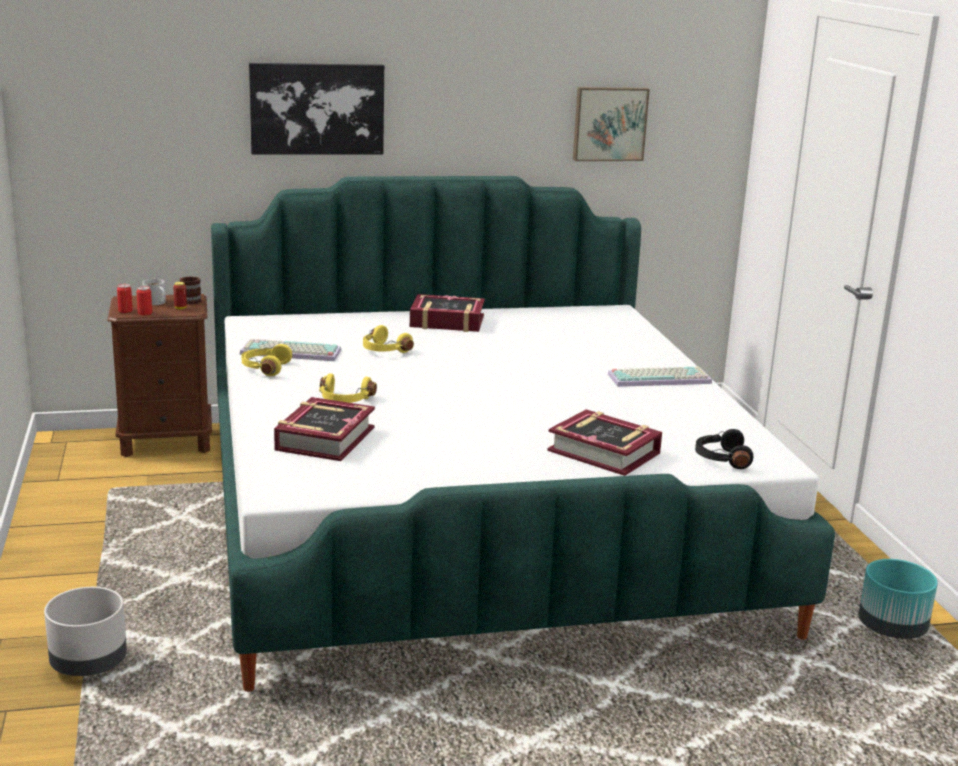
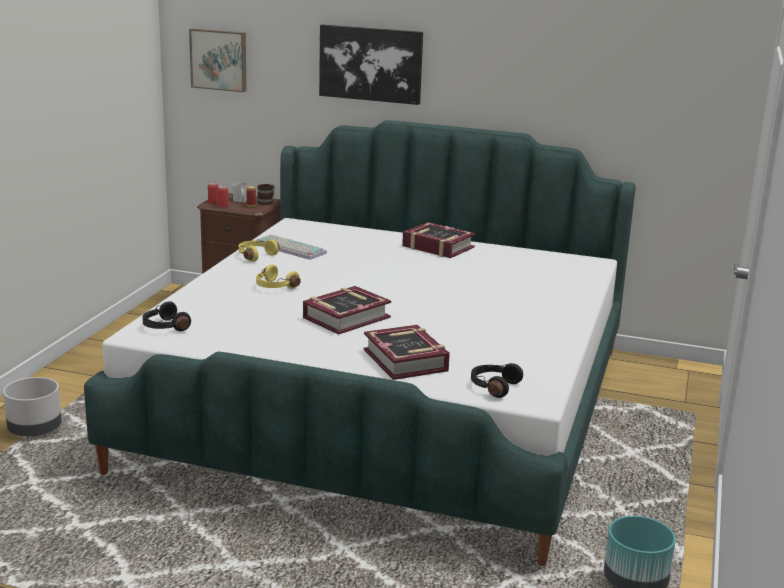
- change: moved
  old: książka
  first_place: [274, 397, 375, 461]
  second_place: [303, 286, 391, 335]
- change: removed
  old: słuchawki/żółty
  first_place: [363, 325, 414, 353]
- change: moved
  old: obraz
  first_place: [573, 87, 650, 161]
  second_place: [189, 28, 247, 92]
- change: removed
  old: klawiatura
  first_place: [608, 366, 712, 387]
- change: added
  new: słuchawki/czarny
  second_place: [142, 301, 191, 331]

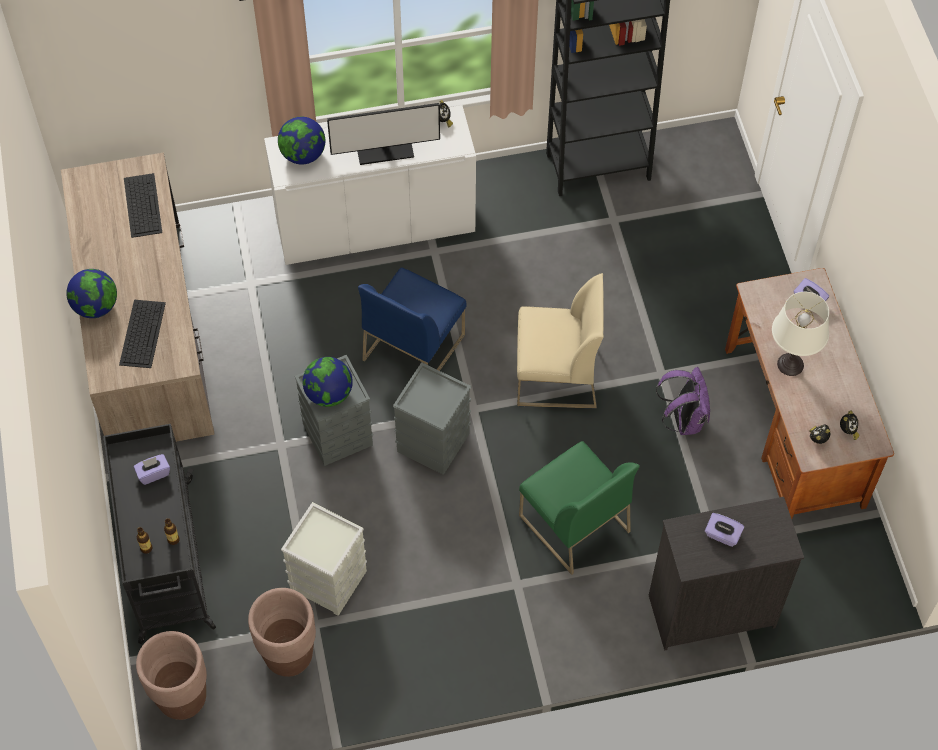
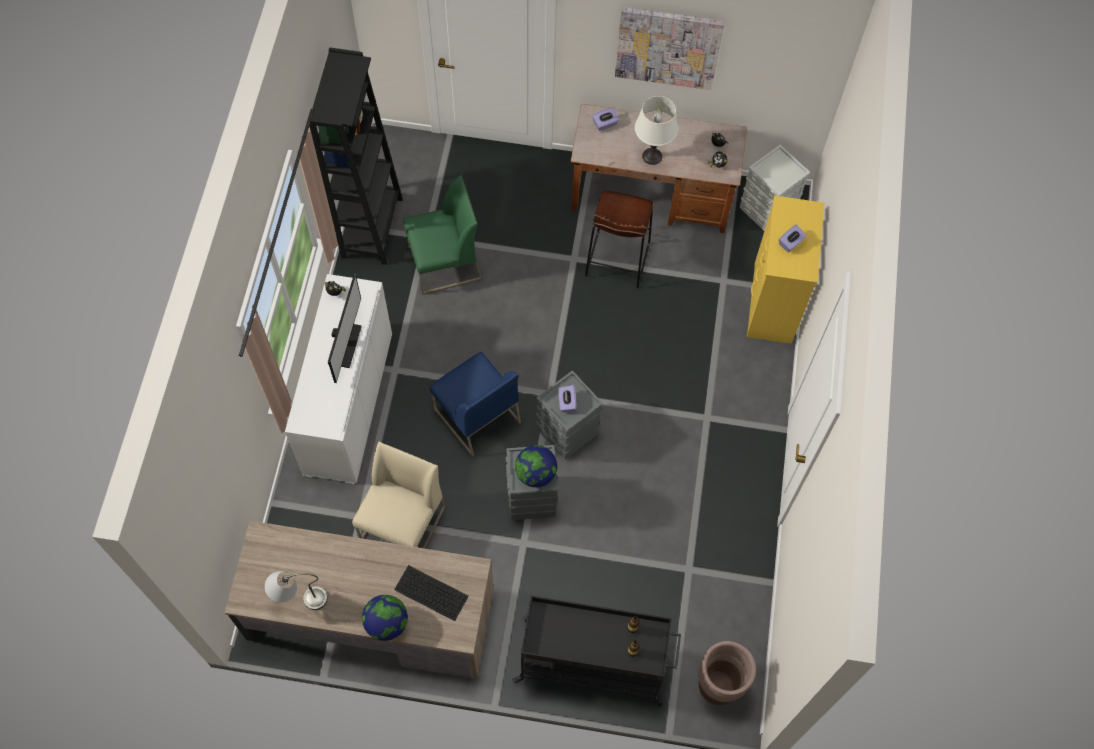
- change: removed
  old: klawiatura
  first_place: [124, 173, 162, 238]
- change: moved
  old: pudełko chusteczek/fioletowy
  first_place: [134, 454, 170, 485]
  second_place: [558, 385, 576, 412]
- change: removed
  old: donica/brązowy
  first_place: [248, 588, 316, 677]
- change: removed
  old: globus
  first_place: [278, 117, 325, 165]
- change: moved
  old: pojemnik do przechowywania/szary
  first_place: [281, 502, 367, 616]
  second_place: [740, 145, 810, 231]
- change: moved
  old: krzesło/beżowy
  first_place: [517, 273, 604, 408]
  second_place: [352, 441, 446, 549]
- change: moved
  old: krzesło/zielony
  first_place: [519, 441, 640, 575]
  second_place: [403, 175, 482, 295]
- change: recoloured
  old: komoda/czarny
  new: komoda/żółty
  first_place: [649, 497, 804, 651]
  second_place: [746, 195, 824, 344]
- change: replaced
  old: plecak/fioletowy
  new: stołek/brązowy
  first_place: [656, 367, 710, 435]
  second_place: [585, 190, 653, 288]
- change: added
  new: lampa stołowa/szary
  second_place: [265, 571, 328, 610]
- change: added
  new: obraz
  second_place: [615, 7, 725, 90]

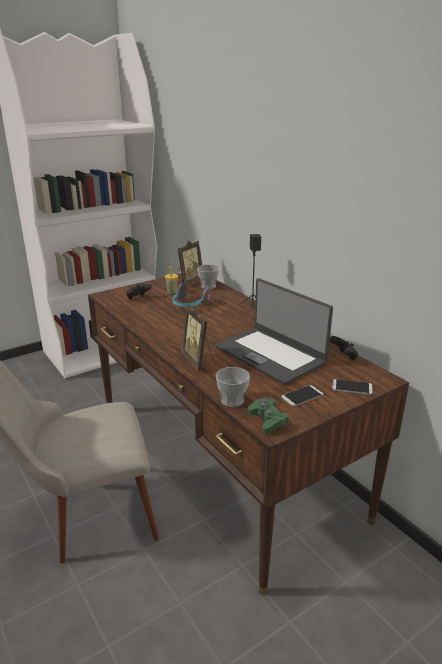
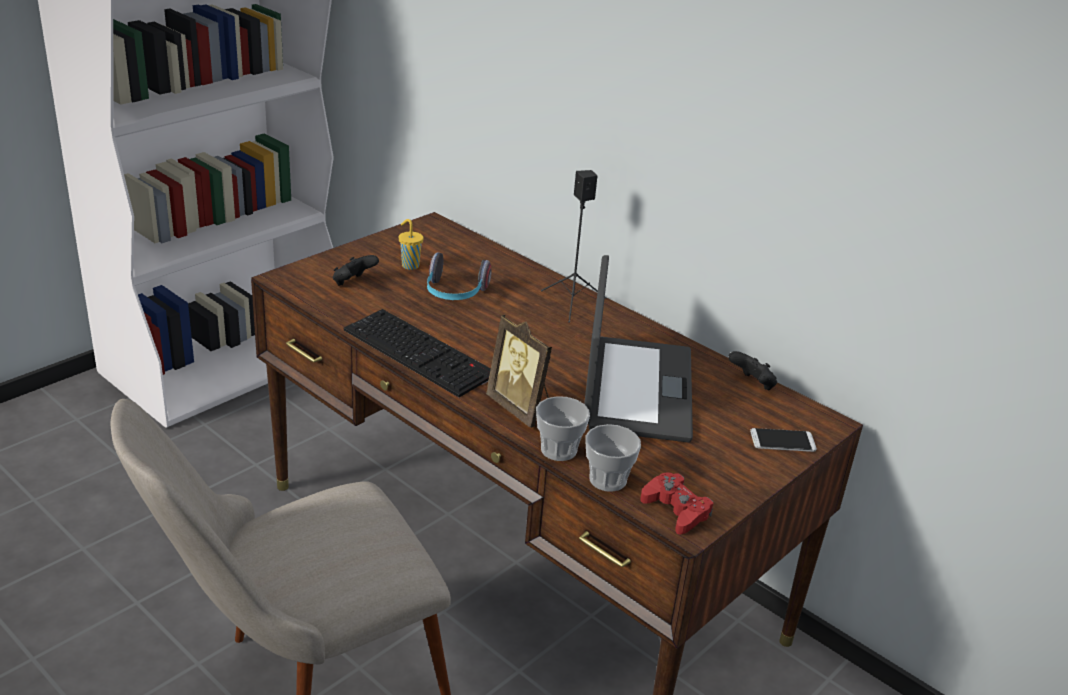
- change: removed
  old: ramka na zdjęcie
  first_place: [177, 240, 202, 285]
- change: moved
  old: filiżanka
  first_place: [197, 265, 220, 289]
  second_place: [536, 396, 590, 461]
- change: turned
  old: laptop
  first_place: [215, 278, 333, 385]
  second_place: [584, 255, 693, 443]
  degrees: -120
- change: recoloured
  old: pad do gier/zielony
  new: pad do gier/czerwony
  first_place: [248, 398, 289, 434]
  second_place: [641, 472, 713, 534]
- change: removed
  old: telefon
  first_place: [281, 385, 323, 406]
- change: added
  new: klawiatura
  second_place: [344, 309, 491, 397]

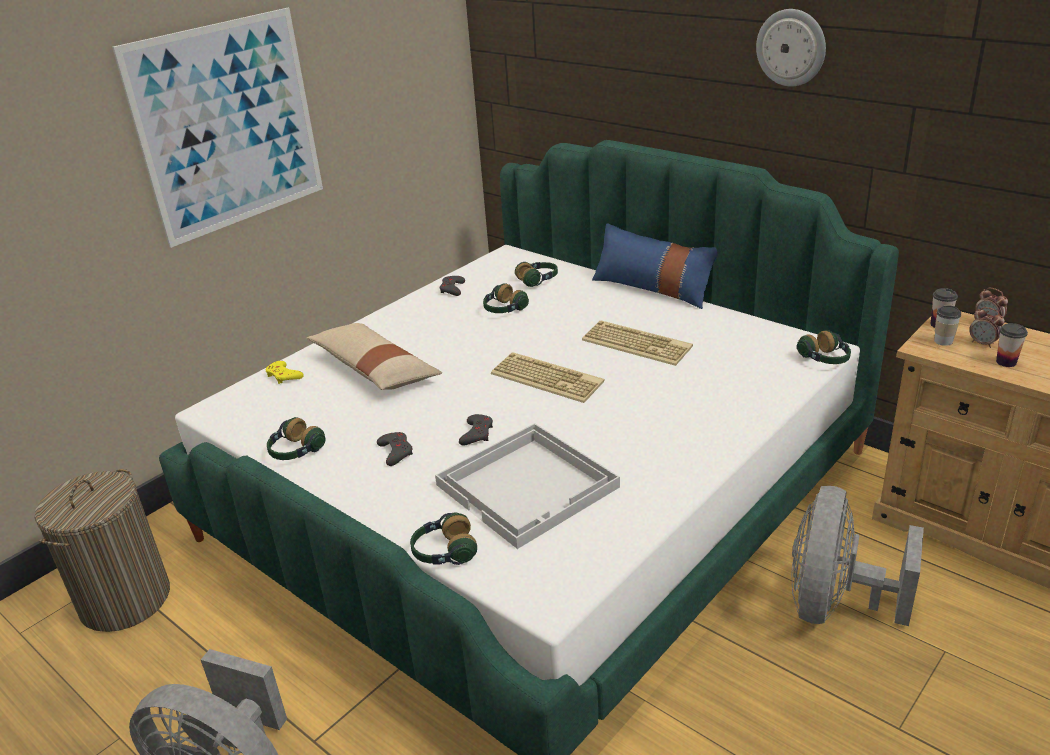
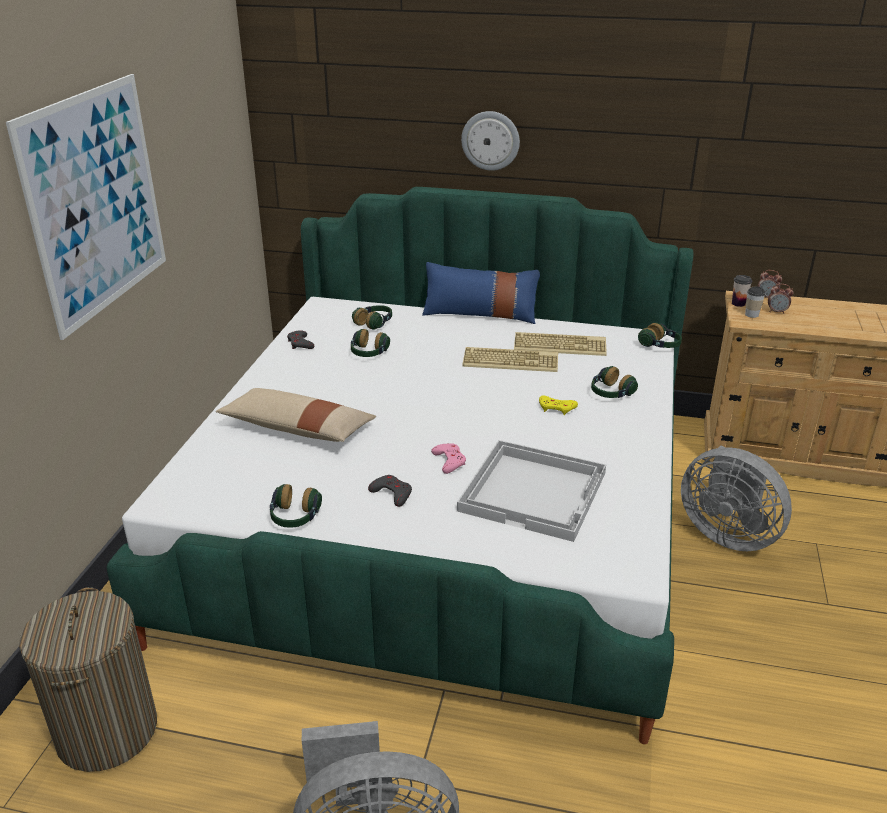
- change: moved
  old: pad do gier/żółty
  first_place: [266, 361, 304, 384]
  second_place: [539, 396, 578, 415]
- change: moved
  old: słuchawki
  first_place: [410, 513, 477, 565]
  second_place: [591, 366, 638, 398]
- change: recoloured
  old: pad do gier/szary
  new: pad do gier/różowy
  first_place: [459, 414, 493, 446]
  second_place: [431, 443, 466, 474]
- change: moved
  old: klawiatura
  first_place: [491, 352, 605, 403]
  second_place: [514, 332, 607, 356]
- change: moved
  old: zegar ścienny
  first_place: [756, 9, 826, 87]
  second_place: [461, 111, 520, 171]
- change: turned
  old: wentylator/szary
  first_place: [792, 486, 924, 626]
  second_place: [681, 445, 792, 551]
  degrees: -45
- change: removed
  old: filiżanka
  first_place: [996, 323, 1028, 367]

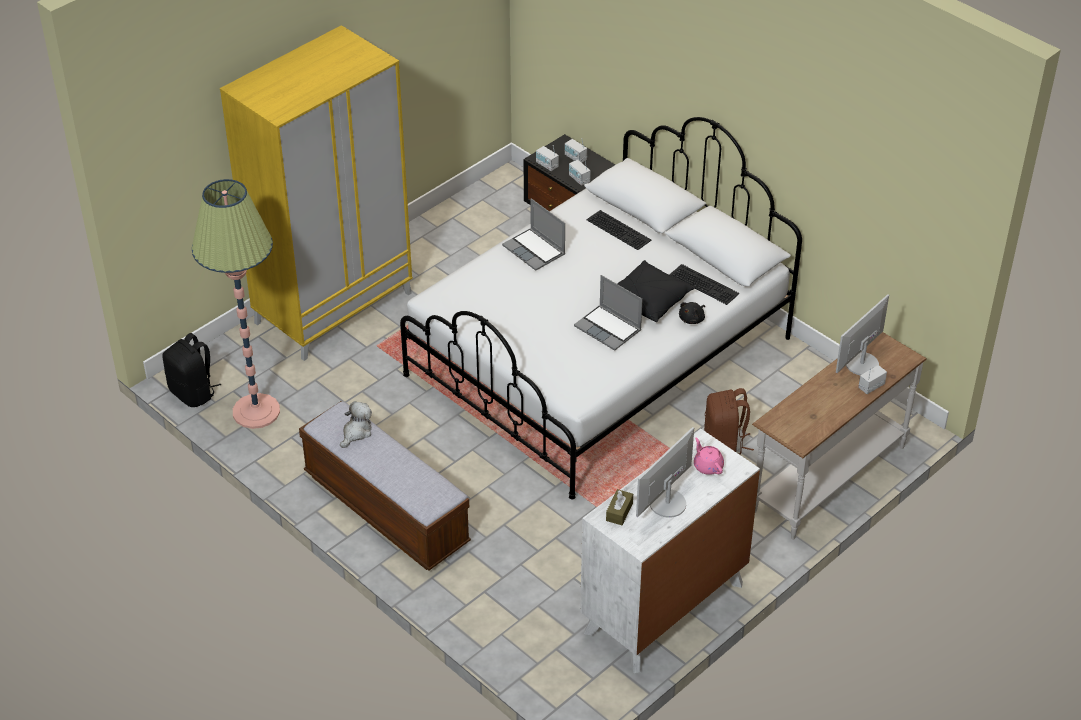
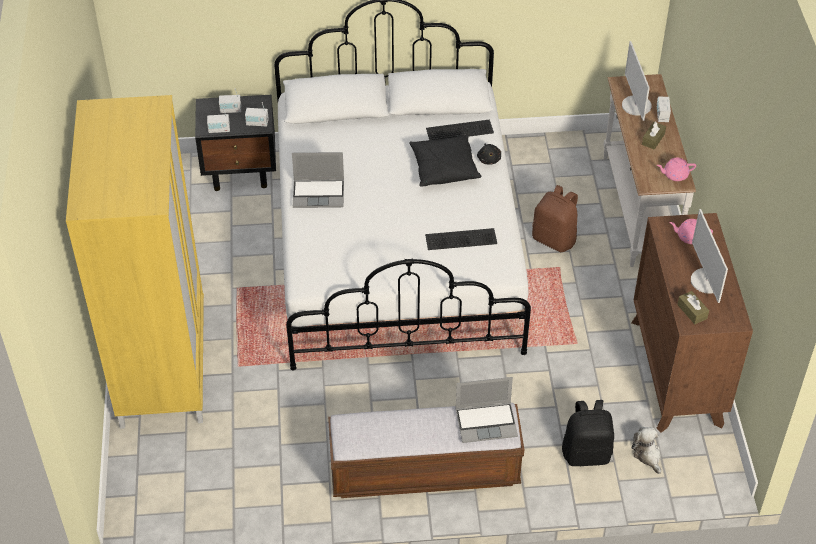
- change: moved
  old: plecak/czarny
  first_place: [162, 333, 221, 407]
  second_place: [562, 400, 614, 466]
- change: removed
  old: lampa stojąca
  first_place: [192, 179, 280, 429]
- change: moved
  old: pluszak
  first_place: [340, 401, 372, 448]
  second_place: [632, 427, 661, 474]
- change: moved
  old: laptop
  first_place: [574, 275, 643, 351]
  second_place: [456, 377, 518, 443]
- change: recoloured
  old: komoda/biały
  new: komoda/brązowy
  first_place: [580, 429, 760, 673]
  second_place: [632, 213, 753, 432]
- change: moved
  old: klawiatura
  first_place: [586, 210, 652, 250]
  second_place: [425, 228, 497, 250]
- change: added
  new: pudełko chusteczek/brązowy
  second_place: [642, 121, 666, 150]
- change: added
  new: imbryk/różowy
  second_place: [657, 158, 696, 181]

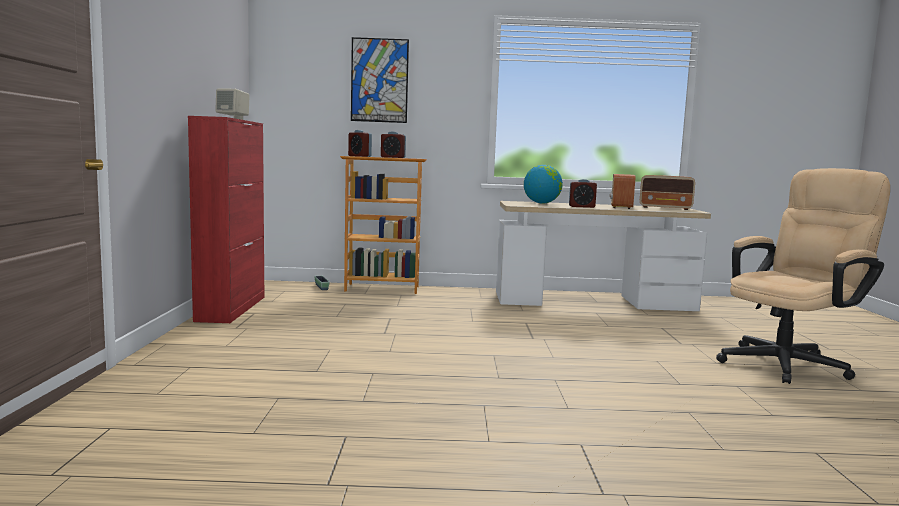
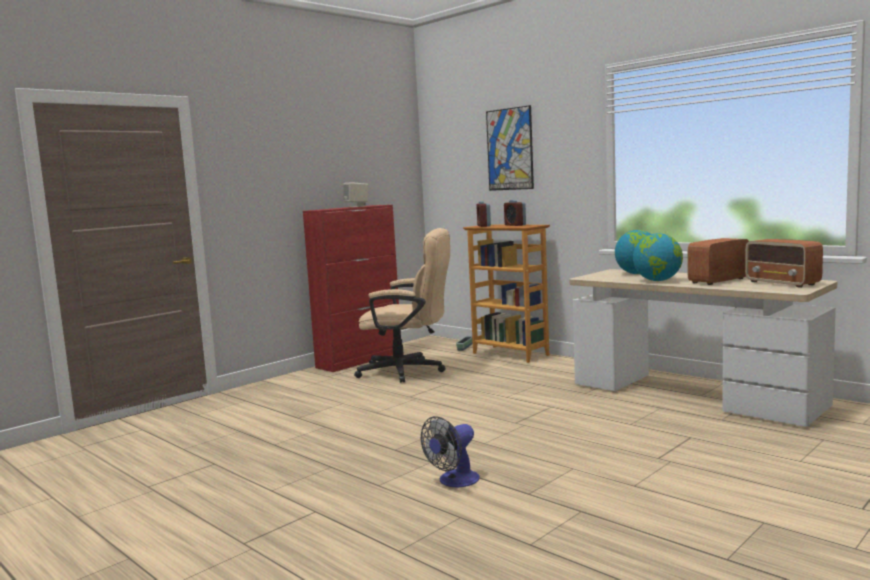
- change: replaced
  old: budzik
  new: globus
  first_place: [569, 179, 597, 208]
  second_place: [633, 233, 683, 281]
- change: moved
  old: krzesło biurowe/beżowy
  first_place: [716, 168, 890, 384]
  second_place: [354, 228, 450, 383]
- change: added
  new: wentylator
  second_place: [421, 416, 480, 487]

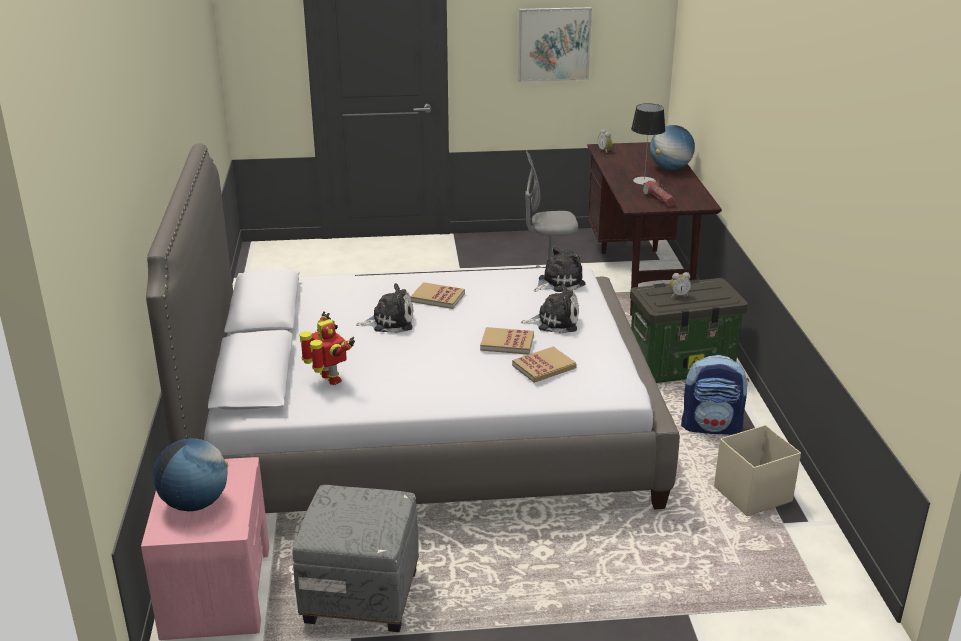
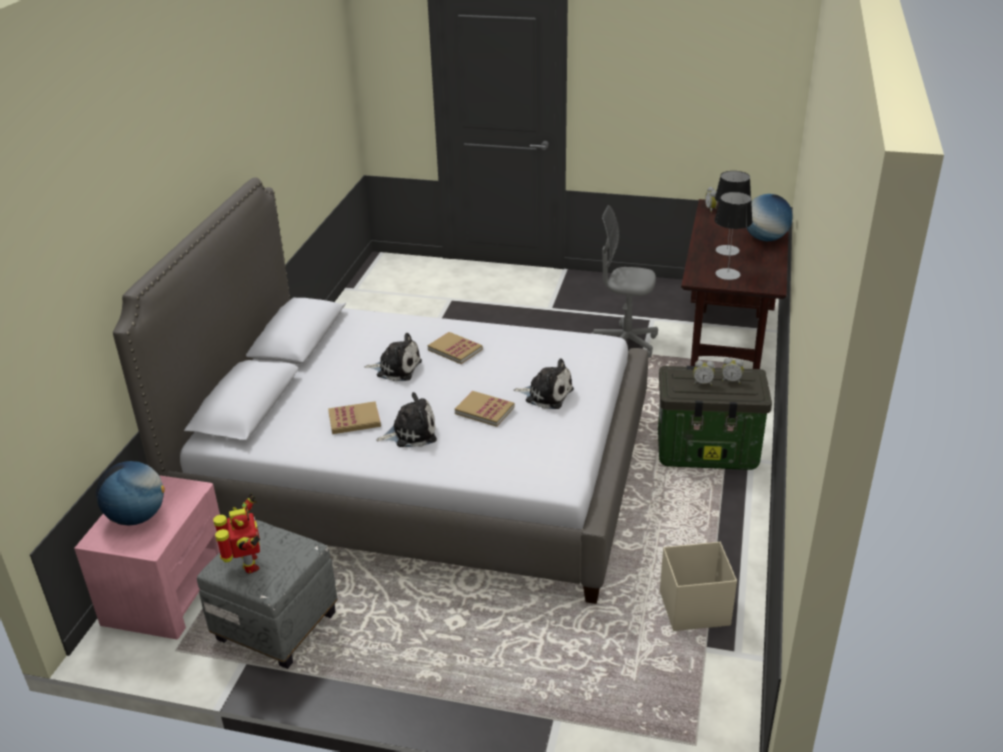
- change: moved
  old: robot zabawkowy
  first_place: [299, 311, 355, 385]
  second_place: [213, 493, 260, 573]
- change: moved
  old: książka
  first_place: [512, 346, 577, 383]
  second_place: [328, 401, 381, 434]
- change: removed
  old: obraz
  first_place: [518, 7, 592, 82]
- change: moved
  old: pluszak
  first_place: [534, 247, 585, 292]
  second_place: [376, 392, 437, 447]
- change: replaced
  old: latarka
  new: lampa stołowa
  first_place: [643, 180, 675, 206]
  second_place: [715, 192, 753, 280]
- change: removed
  old: plecak
  first_place: [681, 355, 749, 435]
- change: added
  new: budzik
  second_place: [722, 358, 744, 384]

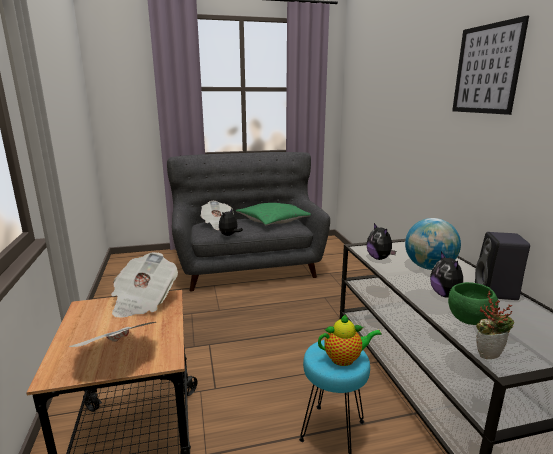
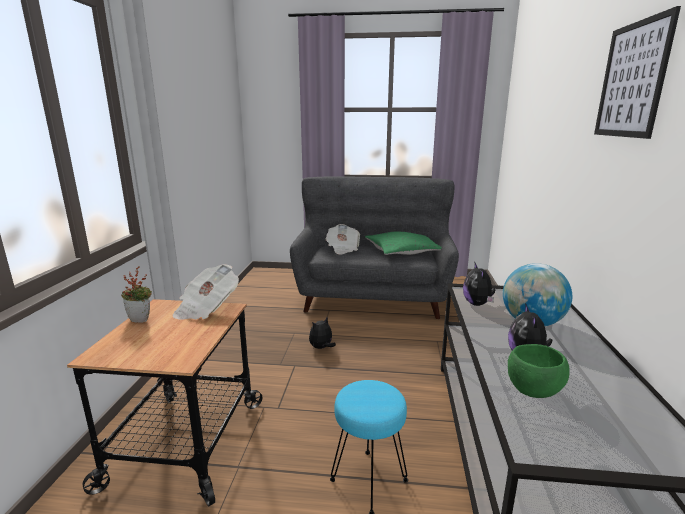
- change: removed
  old: gazeta
  first_place: [69, 322, 156, 347]
- change: moved
  old: pluszak
  first_place: [219, 209, 243, 236]
  second_place: [309, 318, 336, 349]
- change: removed
  old: imbryk
  first_place: [318, 314, 382, 366]
- change: removed
  old: głośnik/czarny
  first_place: [475, 232, 530, 300]
- change: moved
  old: roślina doniczkowa
  first_place: [476, 291, 515, 359]
  second_place: [121, 266, 152, 323]

